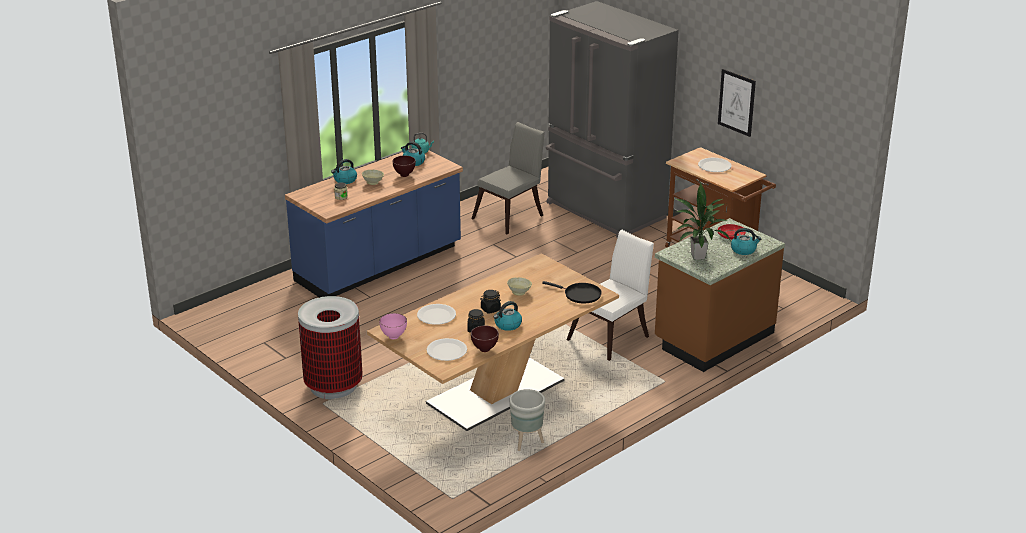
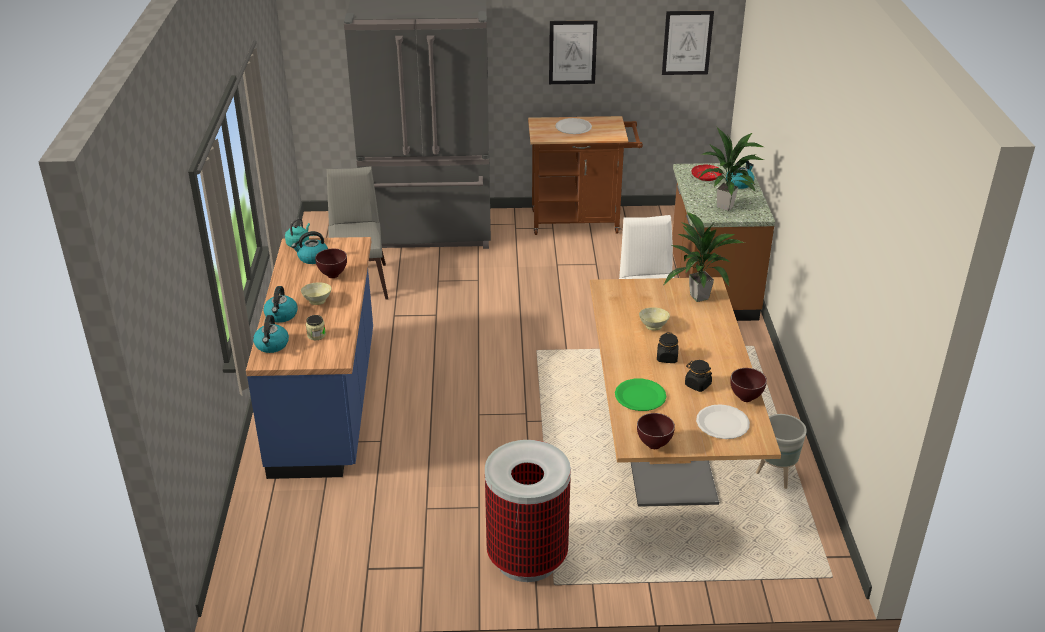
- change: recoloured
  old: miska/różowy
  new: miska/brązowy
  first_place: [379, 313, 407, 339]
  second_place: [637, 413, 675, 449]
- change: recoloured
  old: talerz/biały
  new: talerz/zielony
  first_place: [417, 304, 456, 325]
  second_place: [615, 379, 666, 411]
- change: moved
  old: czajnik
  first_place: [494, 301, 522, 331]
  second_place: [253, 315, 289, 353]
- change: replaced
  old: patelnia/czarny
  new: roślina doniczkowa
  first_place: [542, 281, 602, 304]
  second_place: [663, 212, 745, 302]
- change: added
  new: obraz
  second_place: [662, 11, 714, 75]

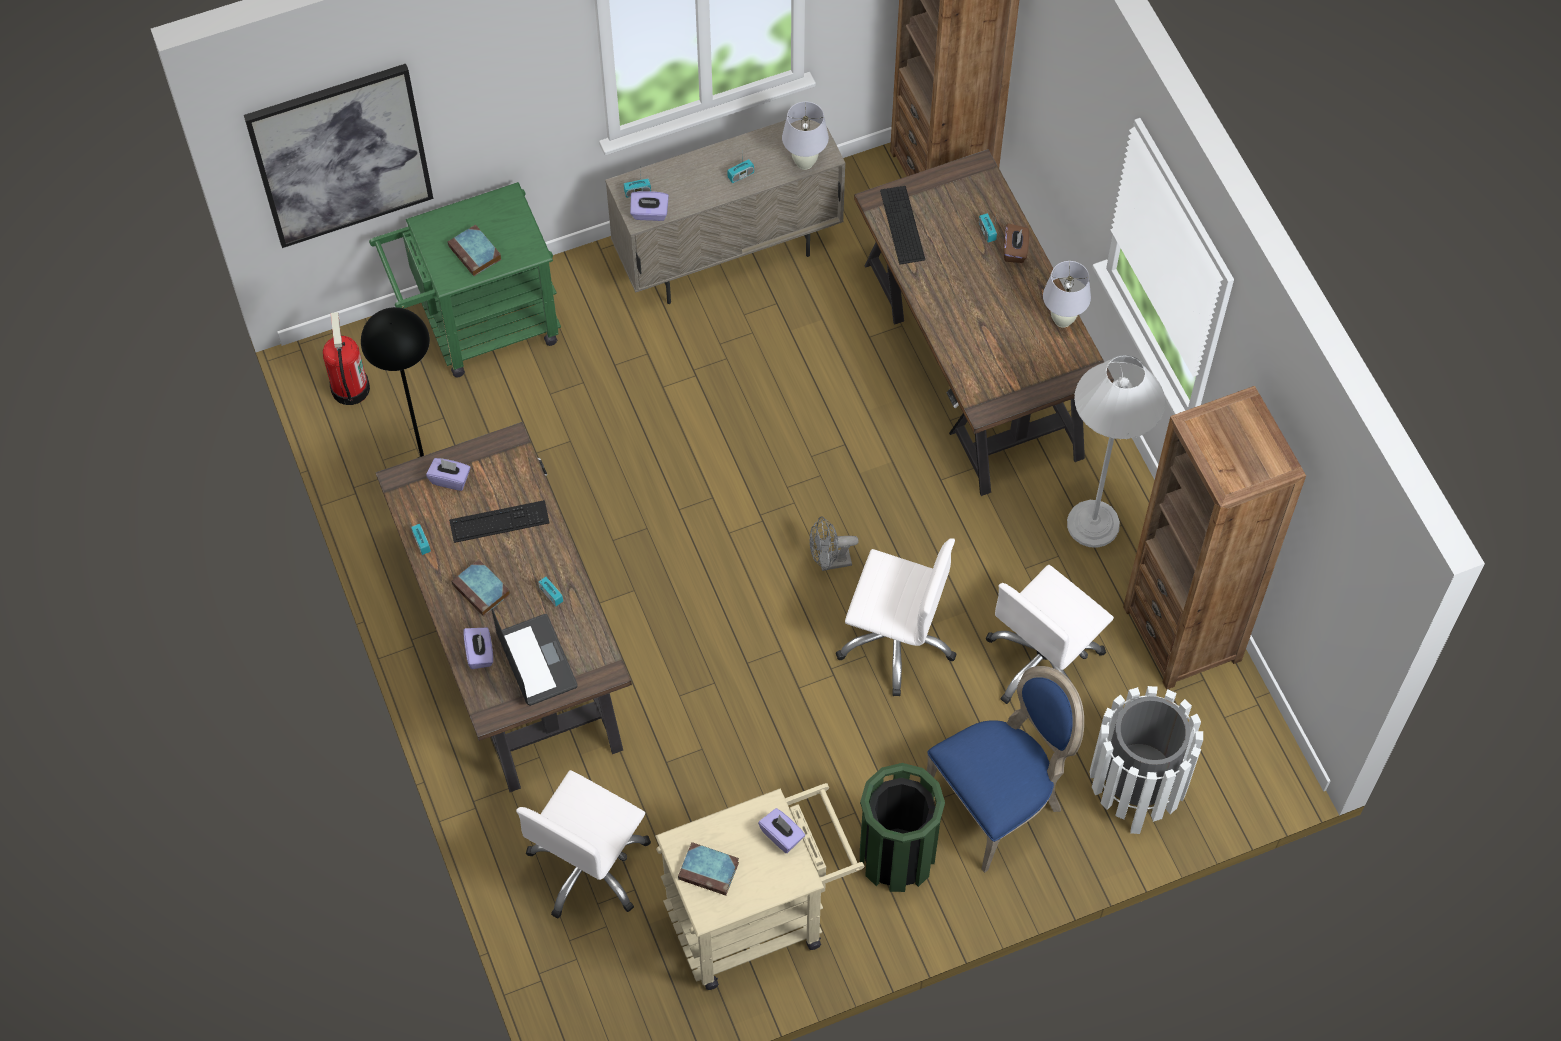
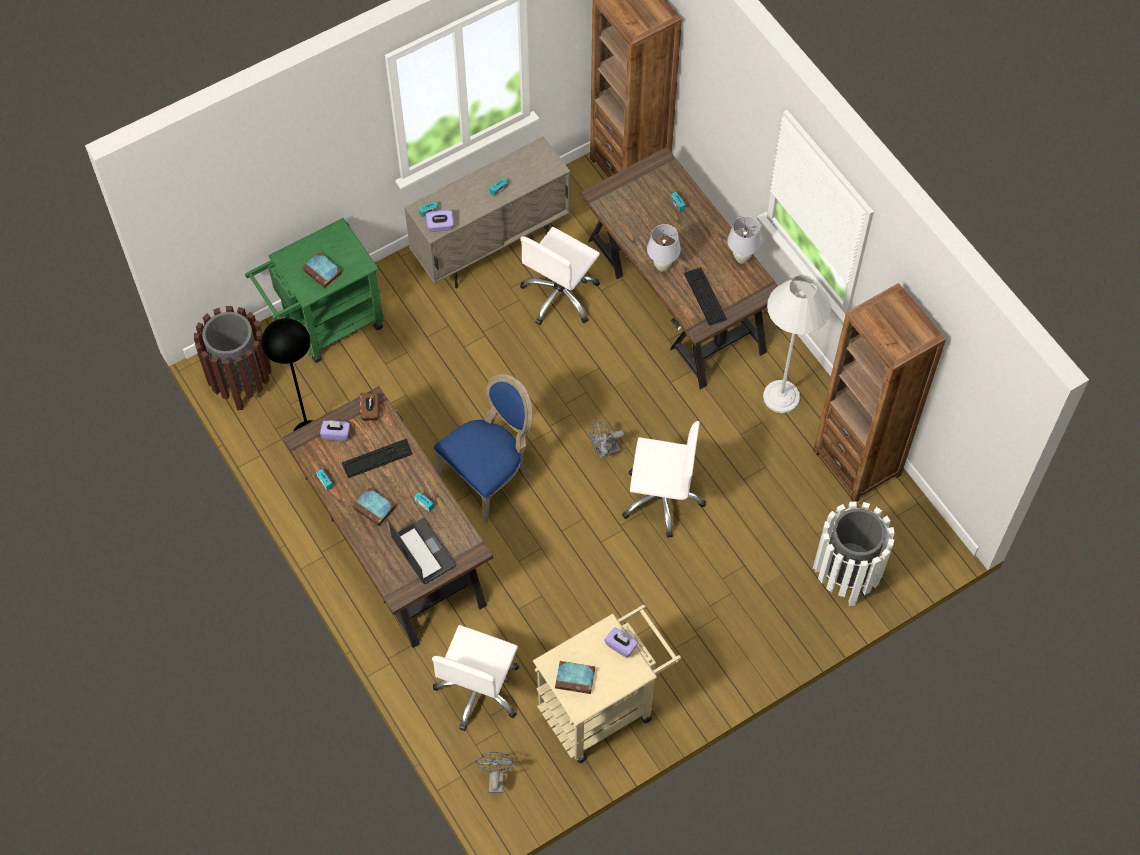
- change: removed
  old: obraz
  first_place: [244, 64, 433, 248]
- change: replaced
  old: gaśnica
  new: kosz na śmieci/brązowy
  first_place: [323, 312, 370, 405]
  second_place: [194, 306, 272, 410]
- change: removed
  old: pudełko chusteczek/fioletowy
  first_place: [463, 628, 493, 669]
- change: moved
  old: lampa stołowa/biały
  first_place: [782, 102, 829, 170]
  second_place: [647, 224, 681, 271]
- change: removed
  old: kosz na śmieci/zielony
  first_place: [860, 763, 945, 892]
- change: moved
  old: klawiatura
  first_place: [880, 186, 925, 265]
  second_place: [684, 267, 727, 326]
- change: moved
  old: krzesło/niebieski
  first_place: [927, 666, 1084, 873]
  second_place: [434, 374, 533, 524]
- change: moved
  old: krzesło biurowe/biały
  first_place: [986, 565, 1114, 704]
  second_place: [520, 227, 600, 325]
- change: moved
  old: pudełko chusteczek/brązowy
  first_place: [1004, 223, 1029, 263]
  second_place: [360, 393, 379, 421]
- change: added
  new: wentylator/szary
  second_place: [475, 752, 516, 793]

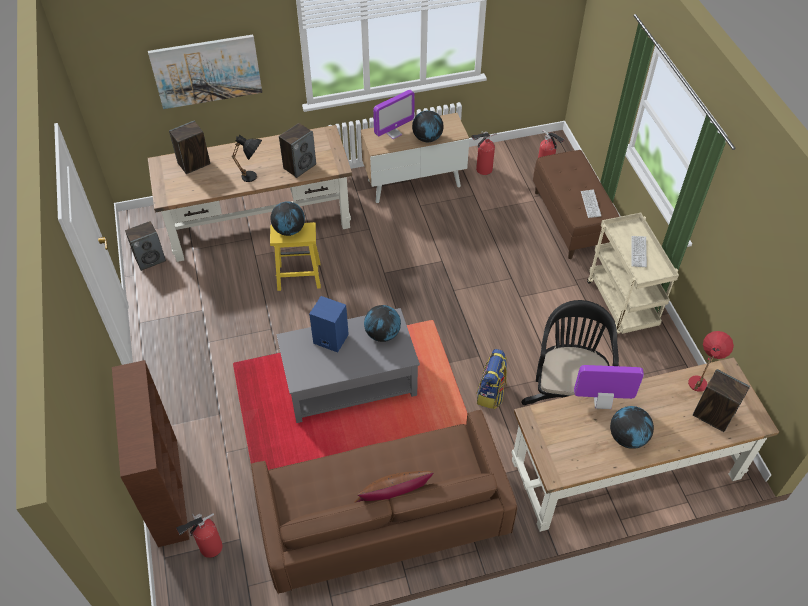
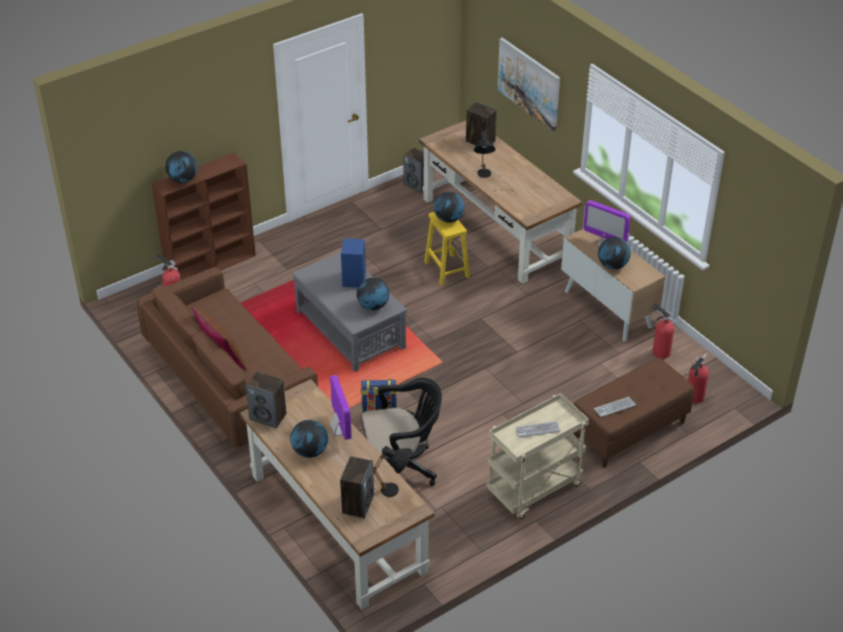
- change: moved
  old: głośnik
  first_place: [279, 123, 316, 178]
  second_place: [246, 372, 287, 428]
- change: recoloured
  old: lampa stołowa/czerwony
  new: lampa stołowa/czarny
  first_place: [688, 331, 734, 392]
  second_place: [373, 446, 412, 497]
- change: added
  new: globus
  second_place: [165, 151, 198, 183]

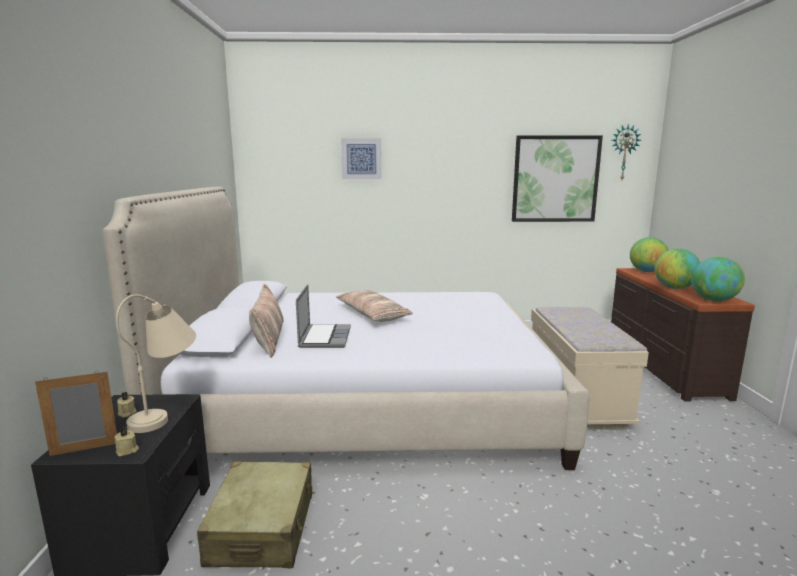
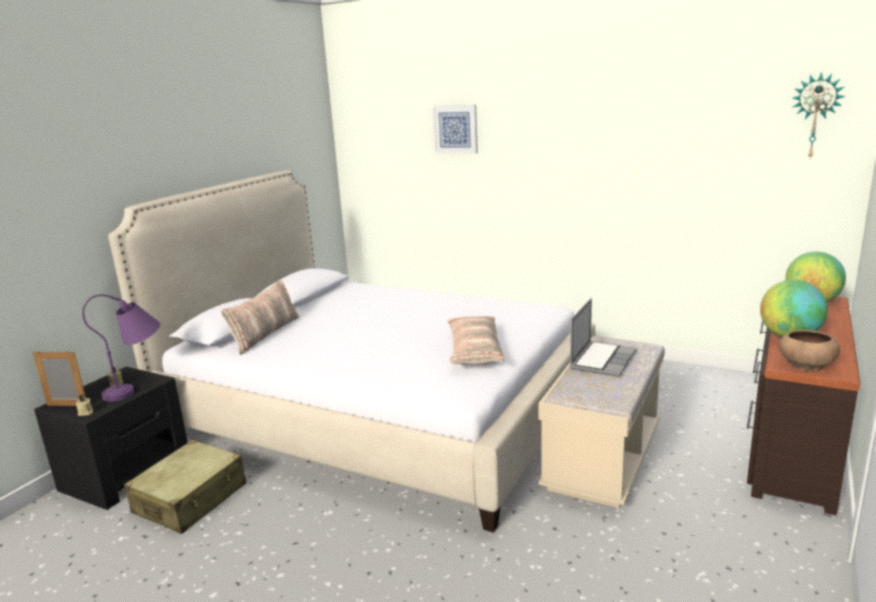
- change: recoloured
  old: lampa stołowa/beżowy
  new: lampa stołowa/fioletowy
  first_place: [116, 295, 196, 433]
  second_place: [82, 294, 160, 402]
- change: moved
  old: laptop
  first_place: [296, 284, 351, 348]
  second_place: [570, 298, 636, 377]
- change: moved
  old: poduszka
  first_place: [336, 290, 413, 322]
  second_place: [448, 316, 505, 366]
- change: removed
  old: obraz
  first_place: [512, 135, 603, 222]
- change: replaced
  old: globus
  new: miska/brązowy
  first_place: [691, 257, 745, 301]
  second_place: [779, 330, 840, 371]

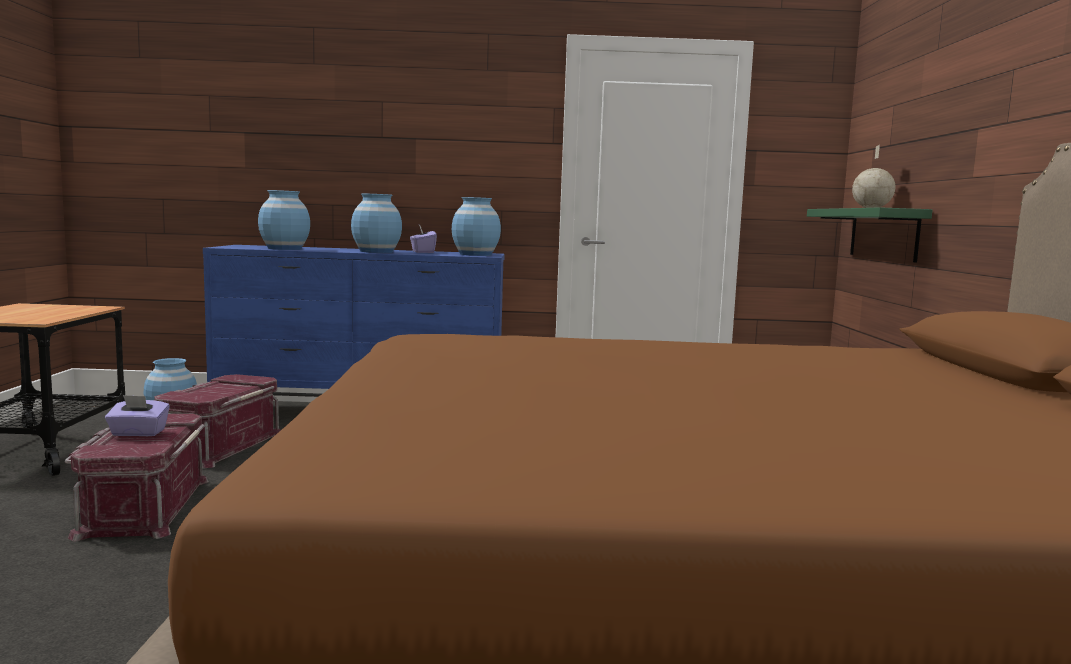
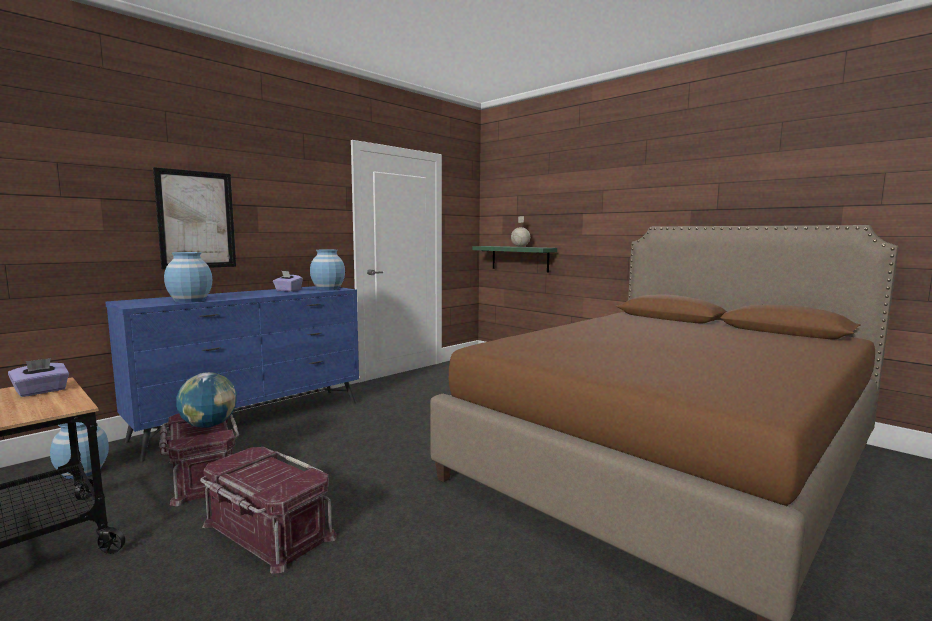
- change: moved
  old: pudełko chusteczek/fioletowy
  first_place: [105, 395, 170, 436]
  second_place: [8, 358, 69, 397]
- change: removed
  old: wazon/niebieski
  first_place: [351, 193, 402, 253]
- change: added
  new: obraz
  second_place: [153, 167, 236, 269]
- change: added
  new: globus
  second_place: [176, 372, 237, 428]

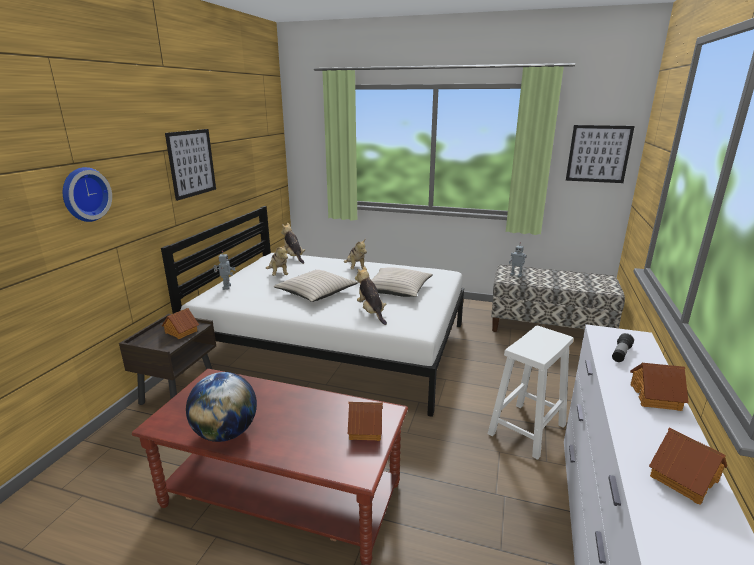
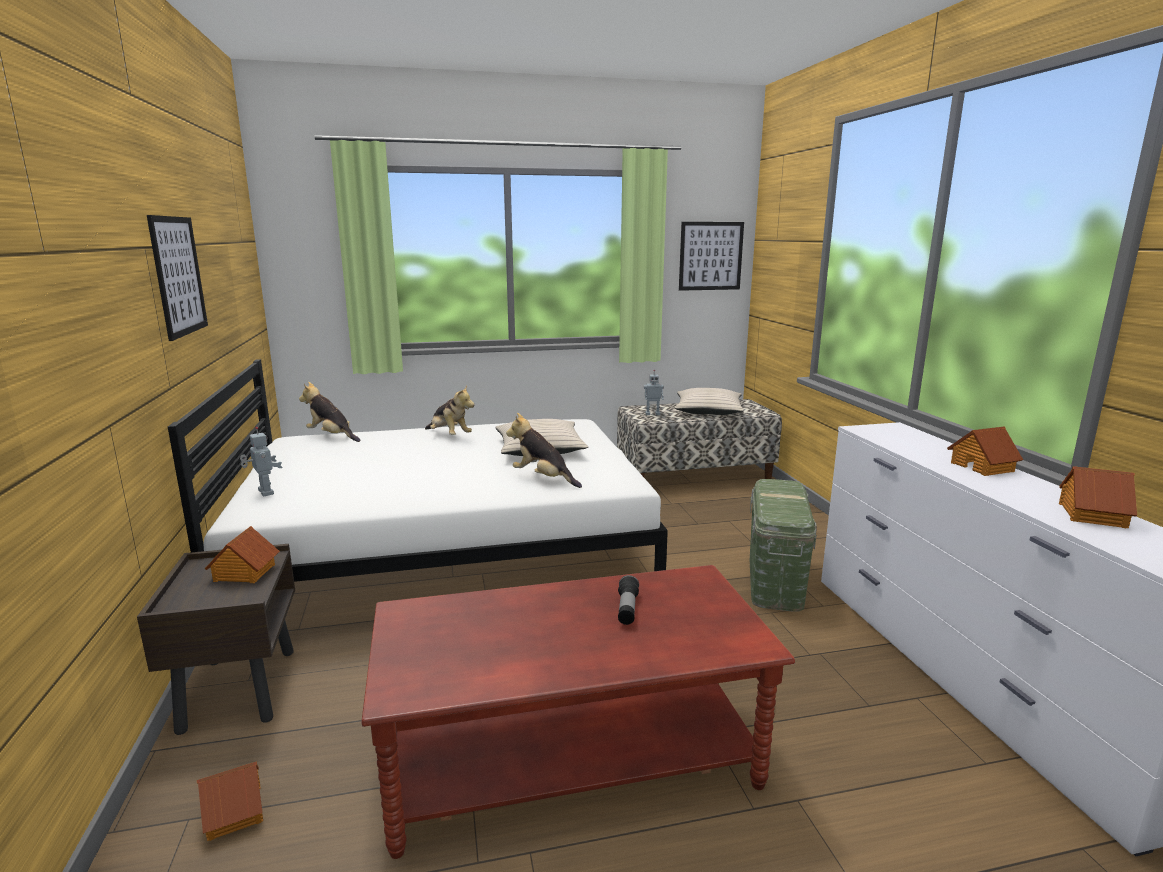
- change: removed
  old: zegar ścienny
  first_place: [63, 167, 112, 222]
- change: removed
  old: globus
  first_place: [186, 372, 257, 442]
- change: removed
  old: pluszak
  first_place: [266, 244, 288, 276]
- change: moved
  old: poduszka/beżowy
  first_place: [274, 270, 358, 302]
  second_place: [675, 388, 744, 415]
- change: moved
  old: domek
  first_place: [348, 402, 383, 441]
  second_place: [197, 761, 263, 841]
- change: replaced
  old: stołek/biały
  new: pojemnik do przechowywania/zielony
  first_place: [488, 326, 573, 460]
  second_place: [750, 479, 817, 611]
- change: moved
  old: latarka
  first_place: [612, 333, 634, 362]
  second_place: [618, 575, 639, 625]

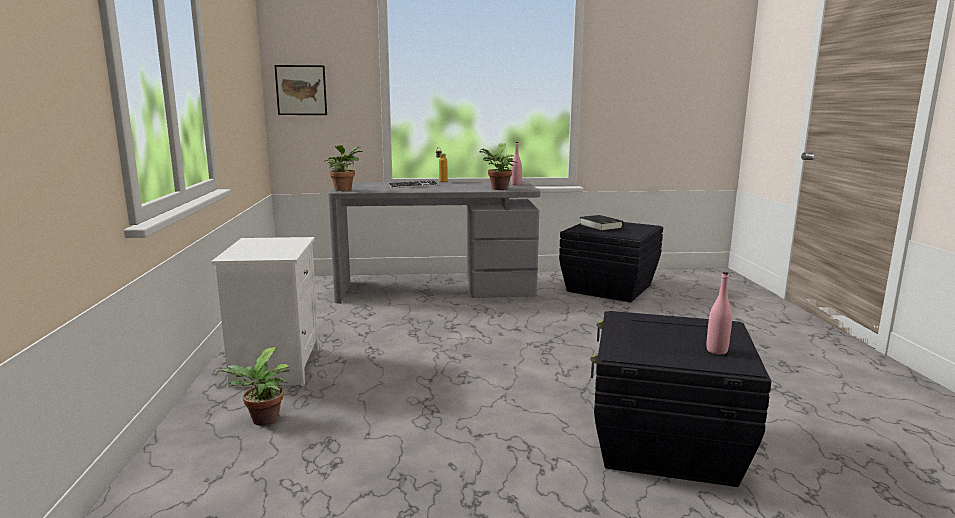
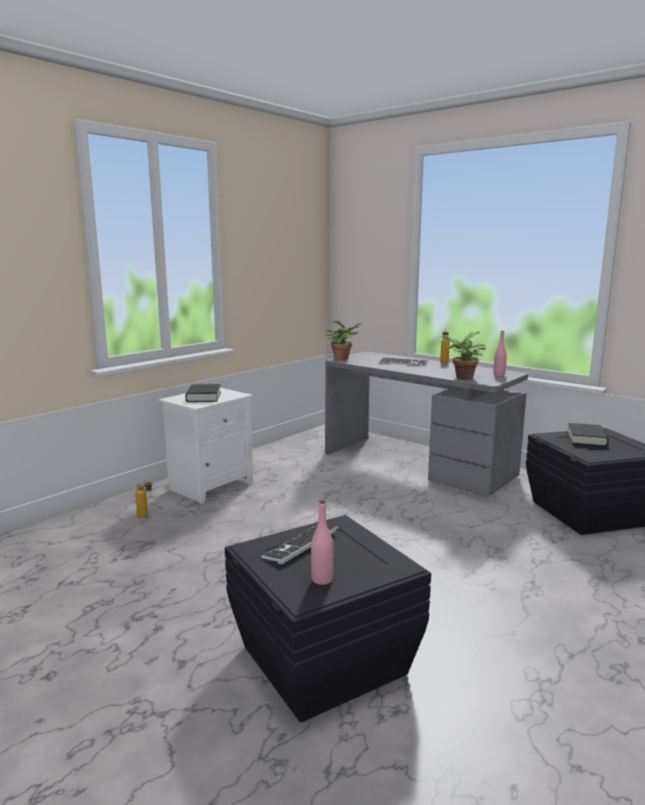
- change: replaced
  old: roślina doniczkowa
  new: butelka
  first_place: [218, 347, 290, 426]
  second_place: [135, 479, 152, 518]
- change: removed
  old: obraz
  first_place: [274, 65, 327, 115]
- change: added
  new: książka/czarny
  second_place: [185, 384, 221, 402]
- change: added
  new: klawiatura
  second_place: [262, 525, 338, 564]

